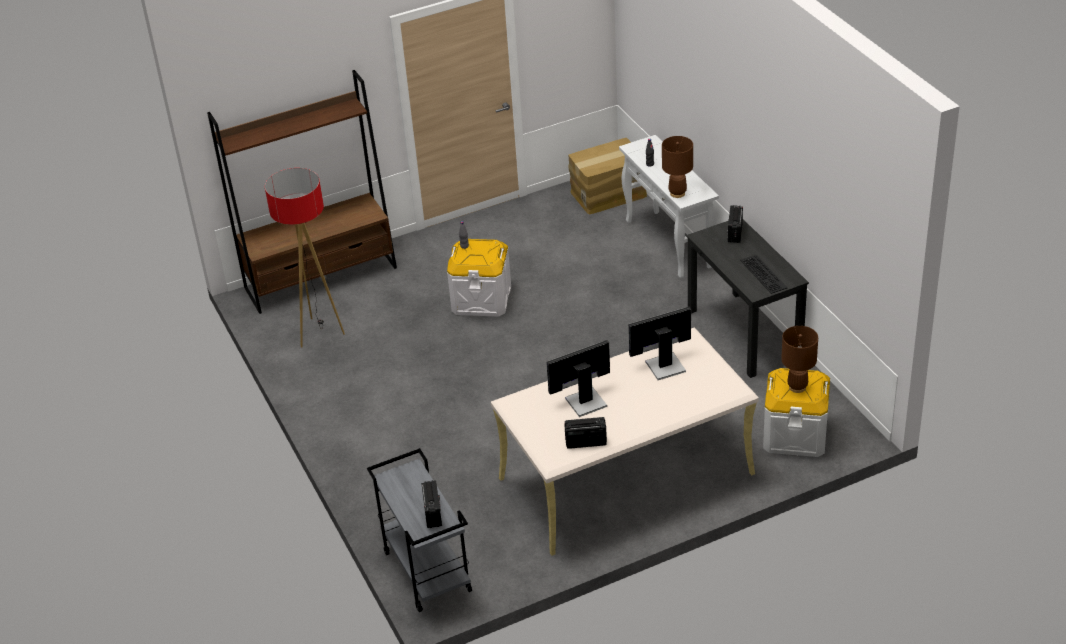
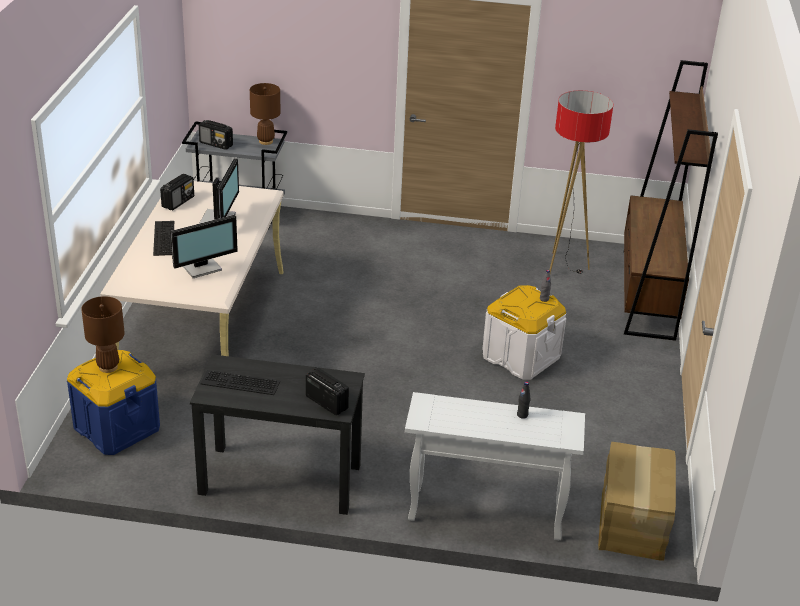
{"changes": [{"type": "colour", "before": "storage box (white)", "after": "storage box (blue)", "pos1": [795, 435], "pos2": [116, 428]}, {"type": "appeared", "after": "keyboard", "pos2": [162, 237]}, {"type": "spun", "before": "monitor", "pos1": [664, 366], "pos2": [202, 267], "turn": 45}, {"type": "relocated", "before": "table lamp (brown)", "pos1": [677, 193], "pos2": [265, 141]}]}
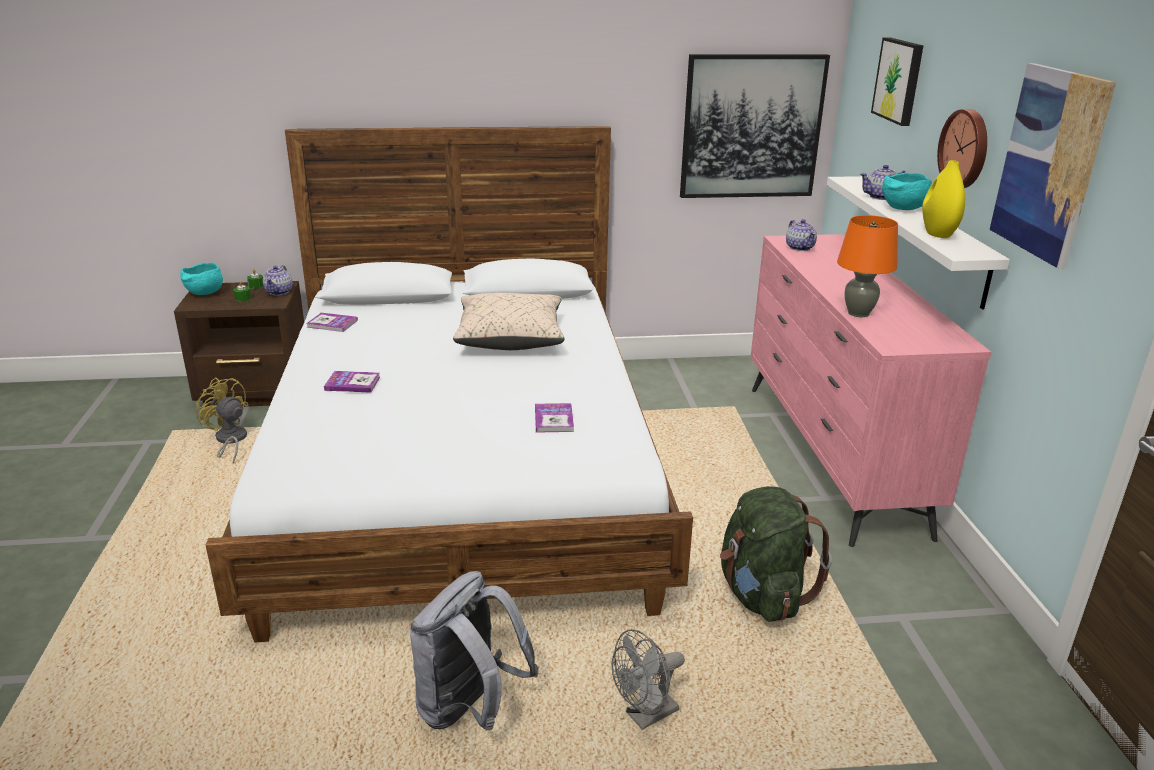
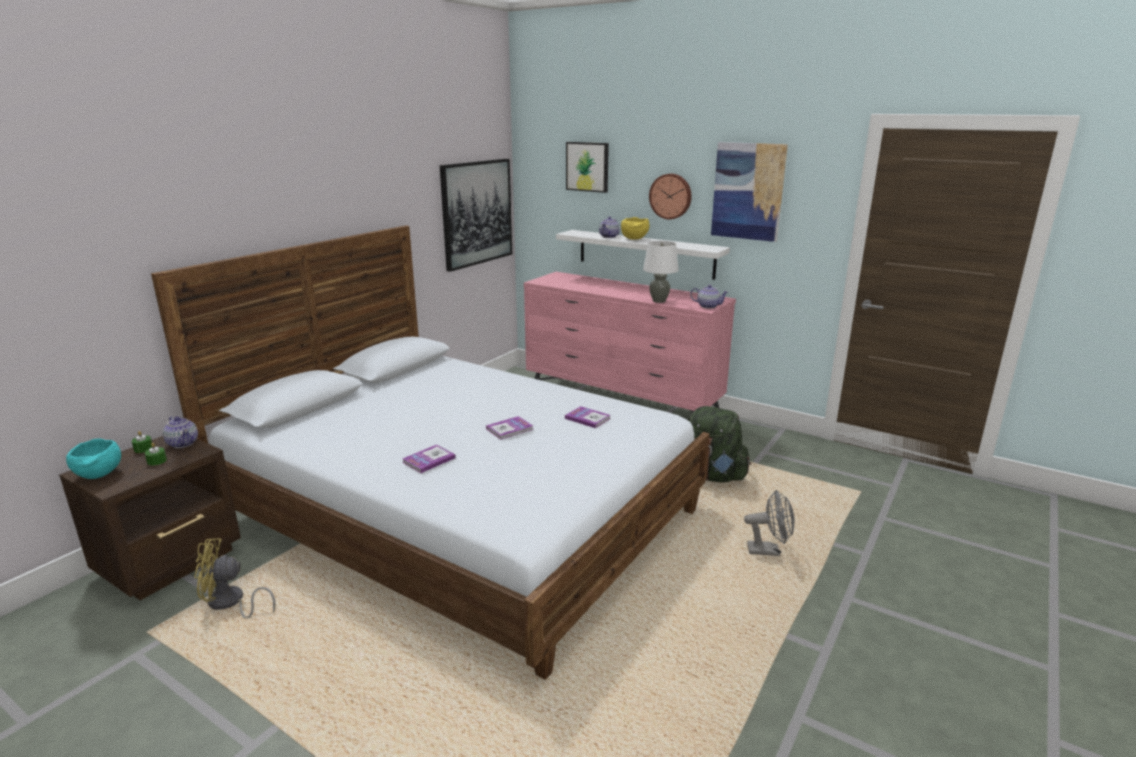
{"changes": [{"type": "relocated", "before": "book", "pos1": [332, 324], "pos2": [509, 429]}, {"type": "colour", "before": "bowl (turquoise)", "after": "bowl (yellow)", "pos1": [902, 209], "pos2": [634, 239]}, {"type": "colour", "before": "table lamp (orange)", "after": "table lamp (white)", "pos1": [858, 313], "pos2": [659, 301]}, {"type": "relocated", "before": "teapot", "pos1": [800, 247], "pos2": [708, 306]}, {"type": "spun", "before": "fan (grey)", "pos1": [645, 716], "pos2": [768, 551], "turn": -90}, {"type": "missing", "before": "backpack (grey)", "pos1": [469, 709]}, {"type": "missing", "before": "pillow (beige)", "pos1": [510, 338]}, {"type": "missing", "before": "vase (yellow)", "pos1": [937, 233]}]}
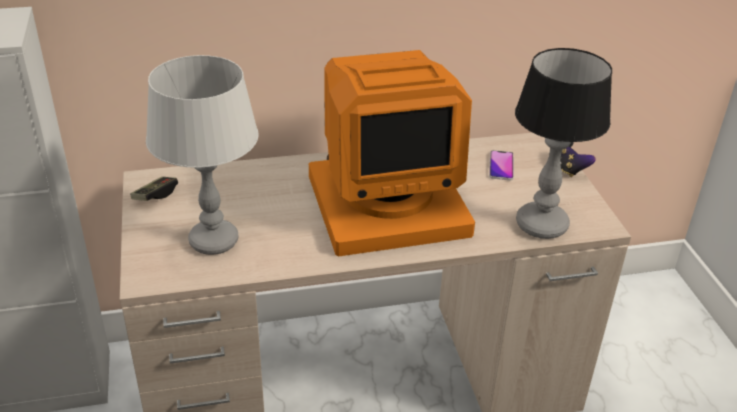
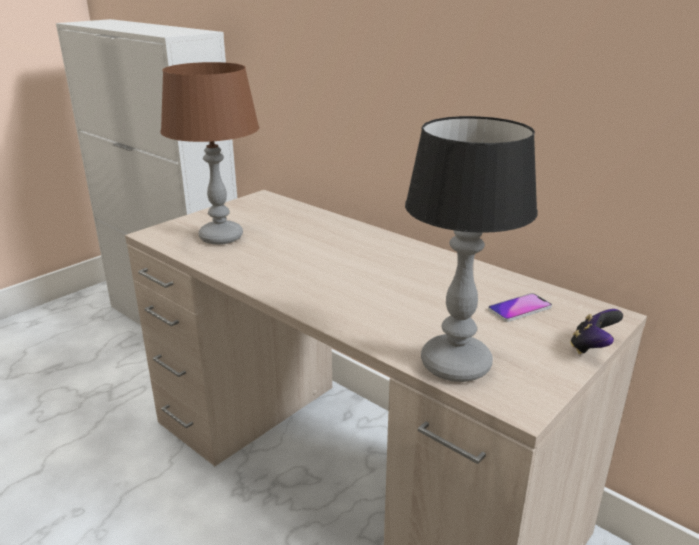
{"changes": [{"type": "colour", "before": "table lamp (grey)", "after": "table lamp (brown)", "pos1": [213, 241], "pos2": [221, 237]}, {"type": "missing", "before": "game controller", "pos1": [155, 195]}, {"type": "missing", "before": "monitor", "pos1": [387, 202]}]}
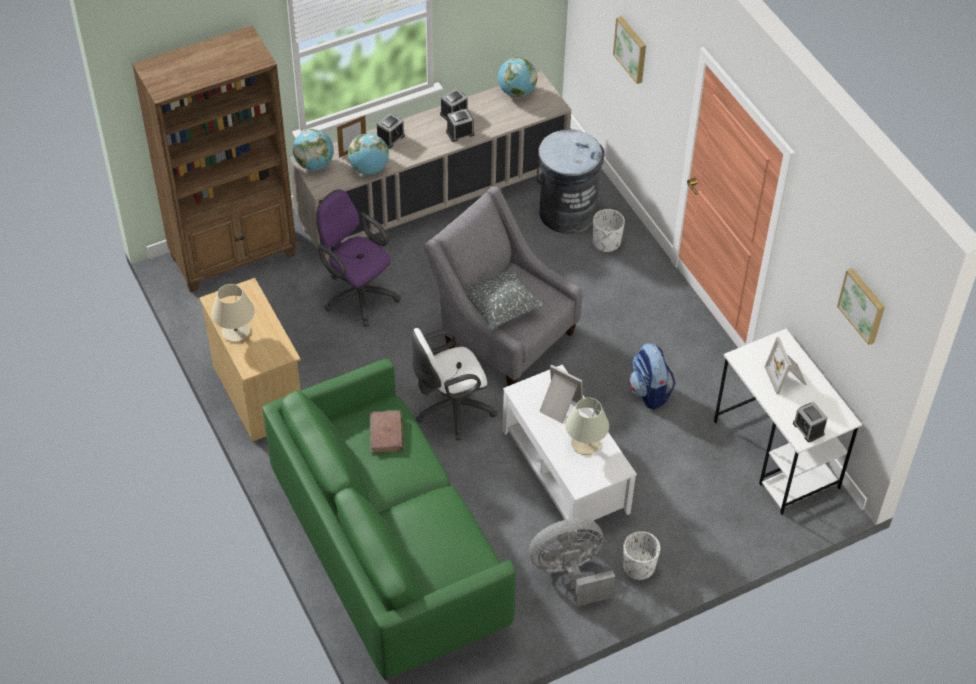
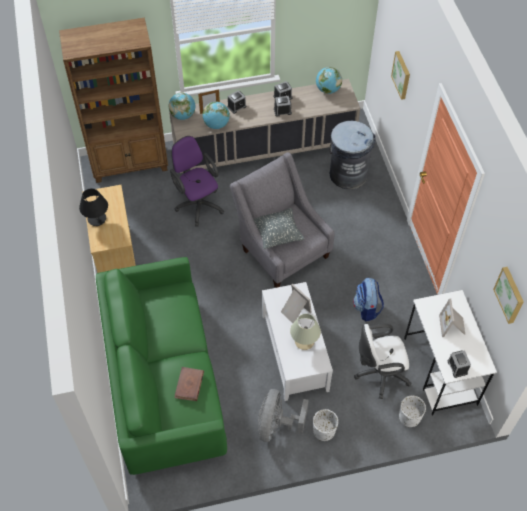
{"changes": [{"type": "colour", "before": "table lamp (beige)", "after": "table lamp (black)", "pos1": [235, 331], "pos2": [97, 219]}, {"type": "relocated", "before": "book (brown)", "pos1": [386, 433], "pos2": [189, 385]}, {"type": "spun", "before": "fan (grey)", "pos1": [570, 573], "pos2": [277, 425], "turn": -75}, {"type": "relocated", "before": "office chair (white)", "pos1": [450, 410], "pos2": [379, 374]}, {"type": "relocated", "before": "planter (white)", "pos1": [606, 242], "pos2": [409, 417]}]}
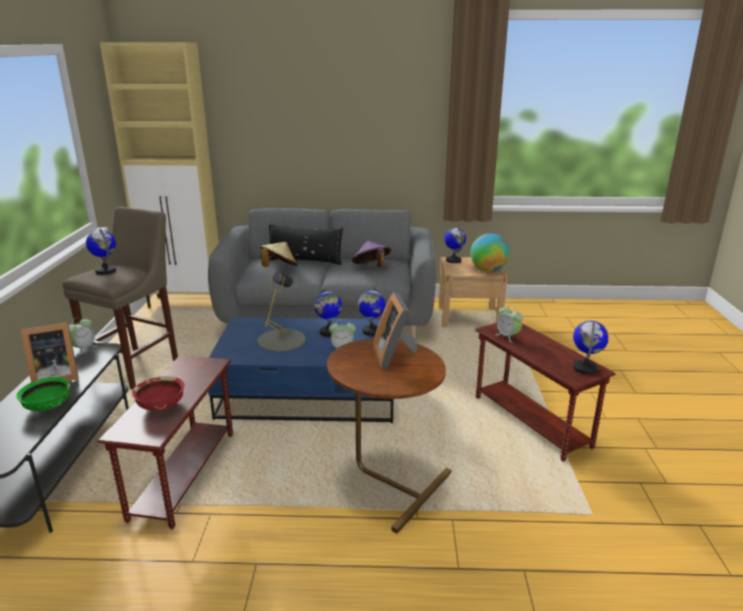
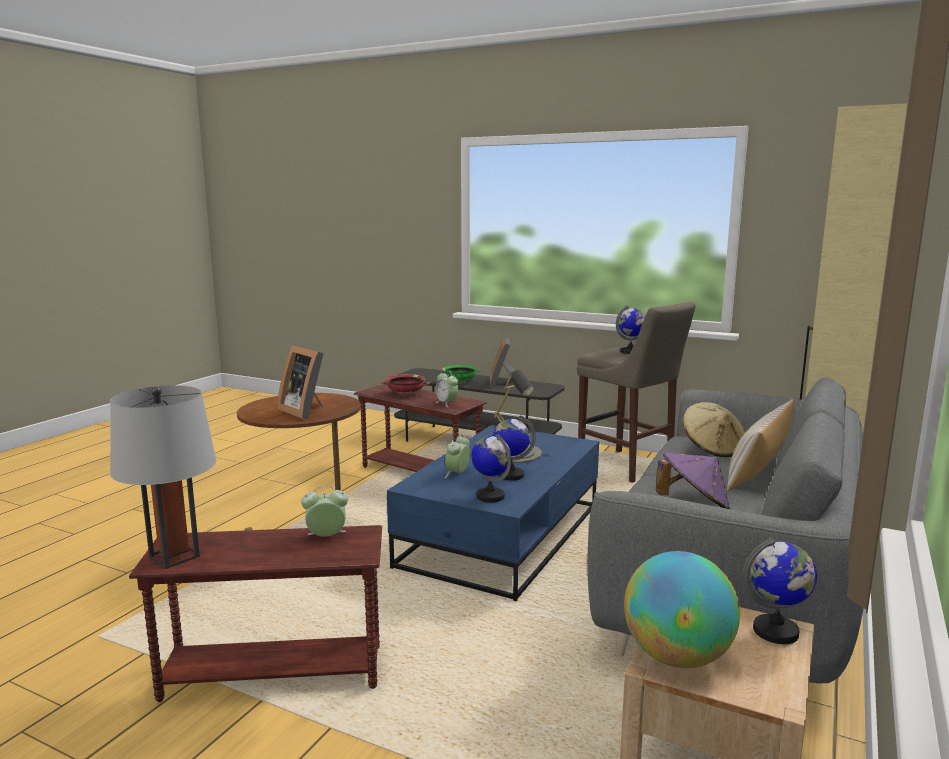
{"changes": [{"type": "exchanged", "before": "globe", "after": "table lamp (grey)", "pos1": [585, 368], "pos2": [174, 556]}, {"type": "spun", "before": "picture frame", "pos1": [395, 356], "pos2": [305, 411], "turn": -150}, {"type": "relocated", "before": "alarm clock", "pos1": [84, 349], "pos2": [446, 403]}, {"type": "colour", "before": "pillow (black)", "after": "pillow (beige)", "pos1": [305, 260], "pos2": [758, 471]}]}
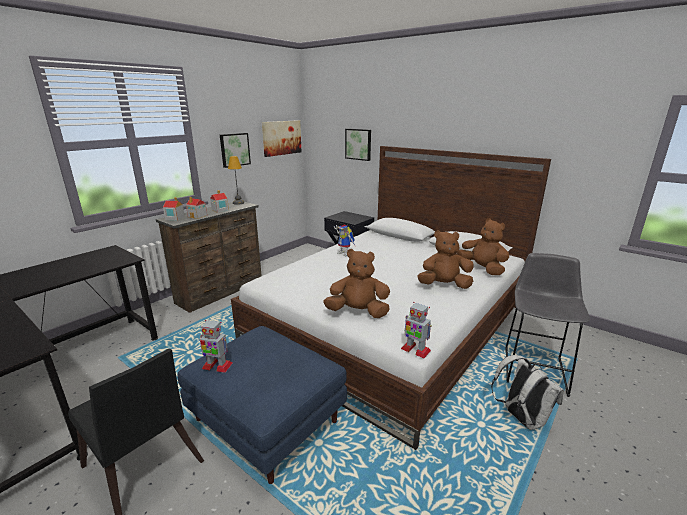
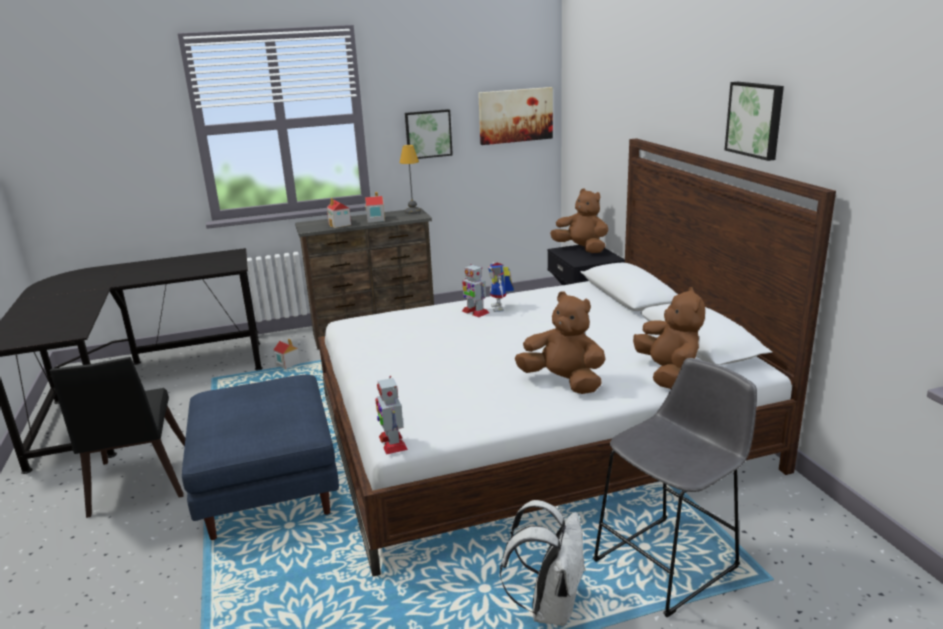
{"changes": [{"type": "relocated", "before": "toy house", "pos1": [174, 218], "pos2": [287, 364]}, {"type": "relocated", "before": "toy robot", "pos1": [217, 366], "pos2": [475, 312]}, {"type": "relocated", "before": "plush toy (brown)", "pos1": [358, 312], "pos2": [581, 249]}, {"type": "relocated", "before": "picture", "pos1": [358, 144], "pos2": [756, 119]}]}
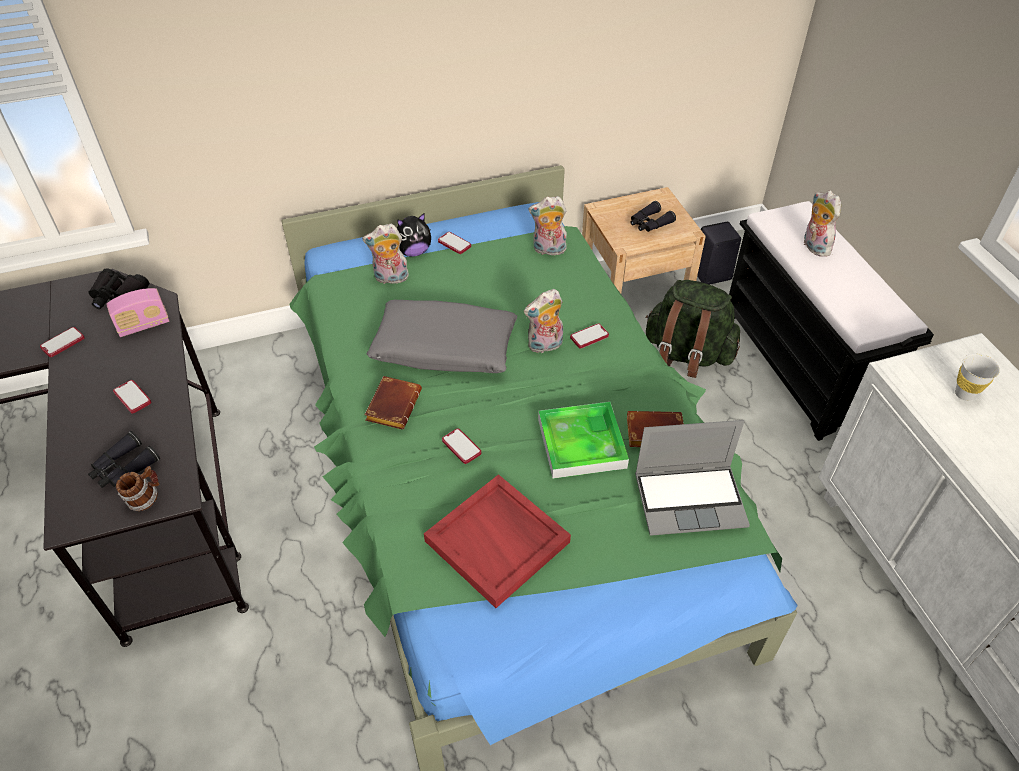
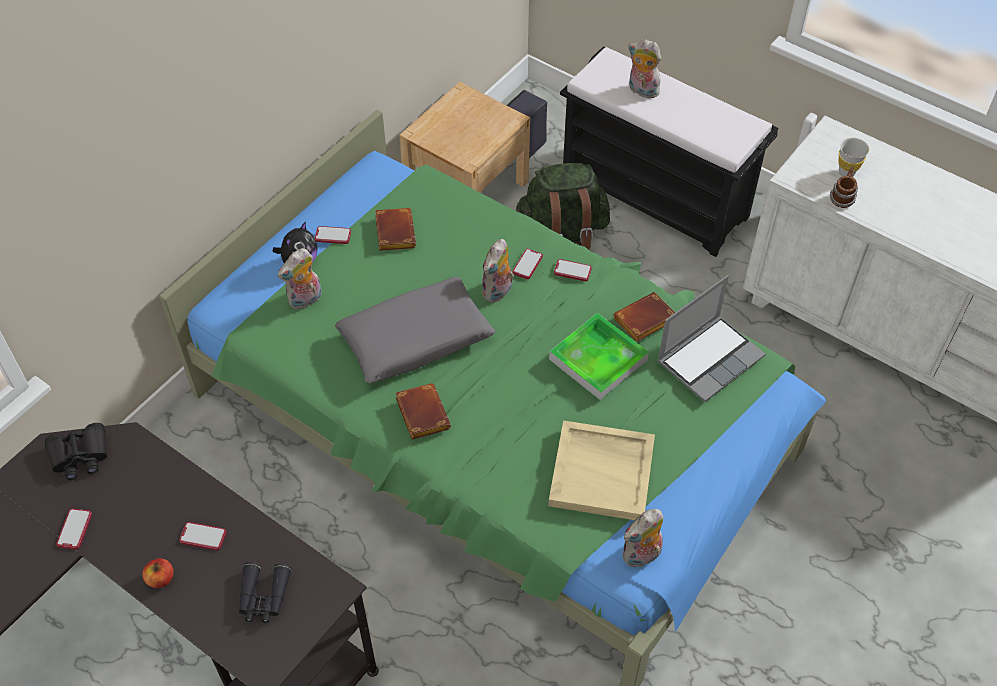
{"changes": [{"type": "appeared", "after": "apple", "pos2": [161, 579]}, {"type": "appeared", "after": "book (brown)", "pos2": [393, 232]}, {"type": "colour", "before": "tray (red)", "after": "tray (beige)", "pos1": [498, 541], "pos2": [603, 472]}, {"type": "relocated", "before": "phone", "pos1": [461, 447], "pos2": [572, 271]}, {"type": "relocated", "before": "plush toy", "pos1": [548, 250], "pos2": [641, 556]}, {"type": "relocated", "before": "mug", "pos1": [145, 499], "pos2": [841, 199]}, {"type": "missing", "before": "radio", "pos1": [143, 325]}, {"type": "missing", "before": "binoculars (black)", "pos1": [649, 223]}]}
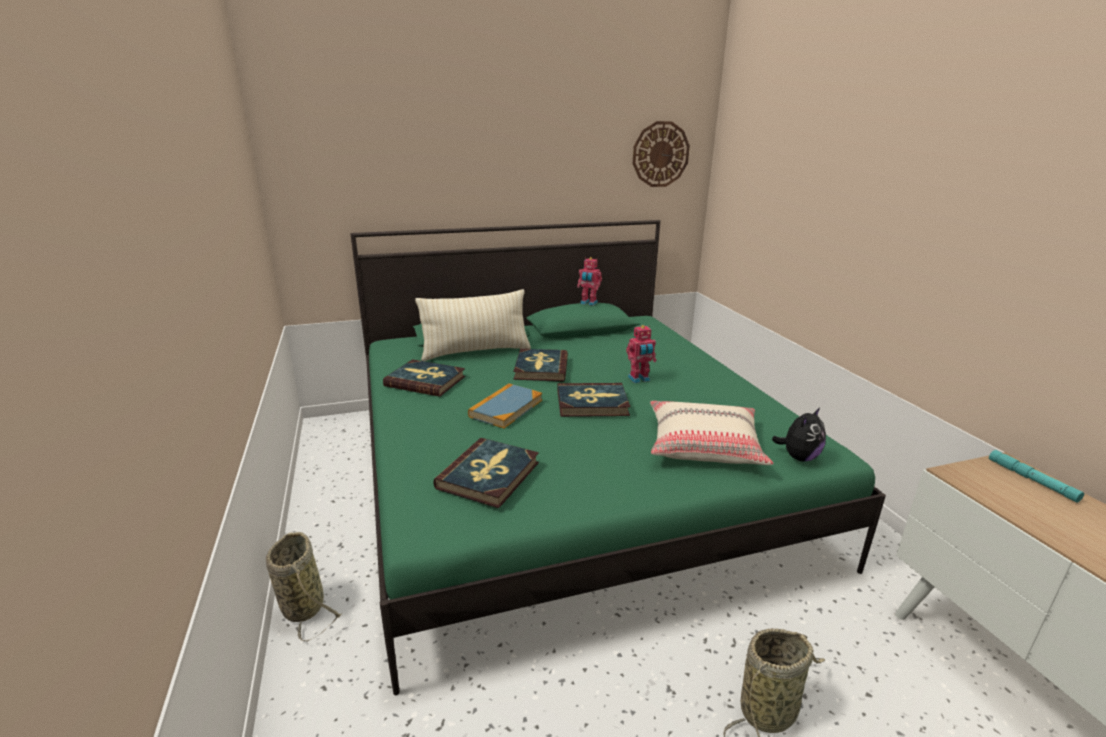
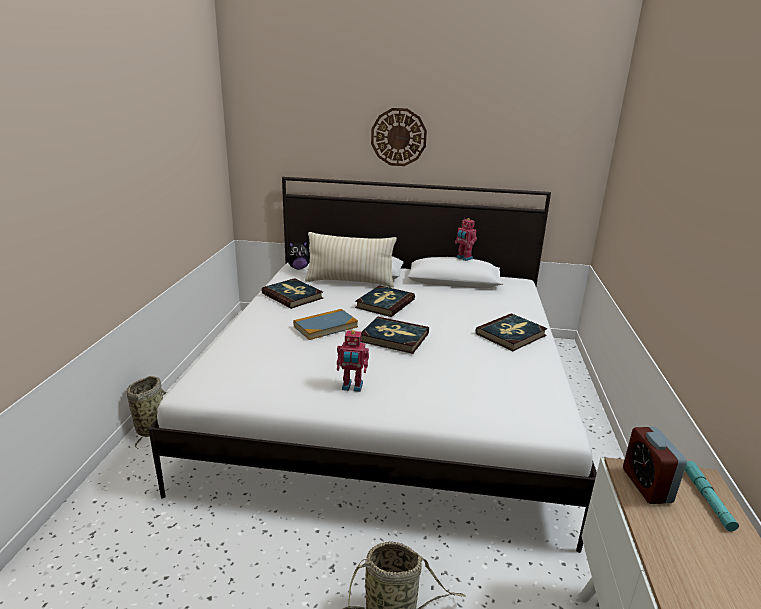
{"changes": [{"type": "colour", "before": "bed (green)", "after": "bed (white)", "pos1": [568, 475], "pos2": [390, 397]}, {"type": "relocated", "before": "plush toy", "pos1": [798, 457], "pos2": [298, 268]}, {"type": "relocated", "before": "toy robot", "pos1": [639, 379], "pos2": [352, 387]}, {"type": "relocated", "before": "wall clock", "pos1": [660, 154], "pos2": [398, 137]}, {"type": "relocated", "before": "book", "pos1": [489, 475], "pos2": [511, 335]}, {"type": "appeared", "after": "alarm clock", "pos2": [646, 485]}, {"type": "missing", "before": "pillow (beige)", "pos1": [704, 445]}]}
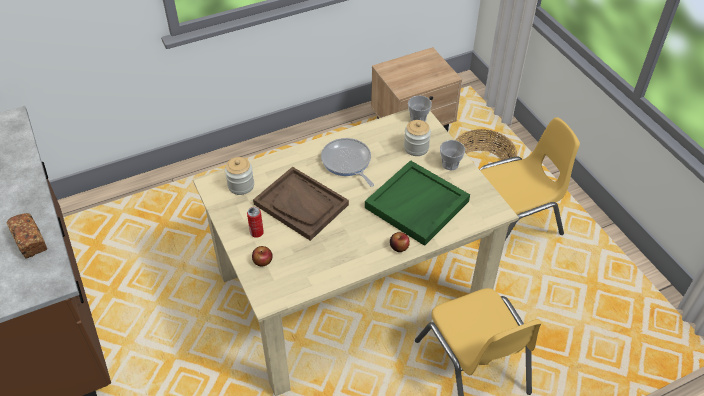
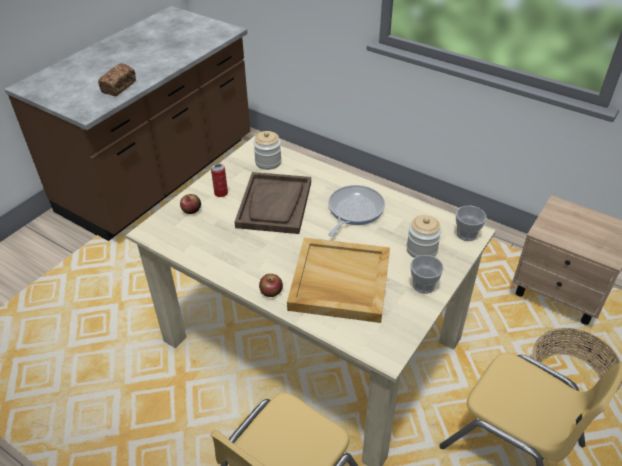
{"changes": [{"type": "colour", "before": "tray (green)", "after": "tray (beige)", "pos1": [417, 205], "pos2": [339, 282]}]}
